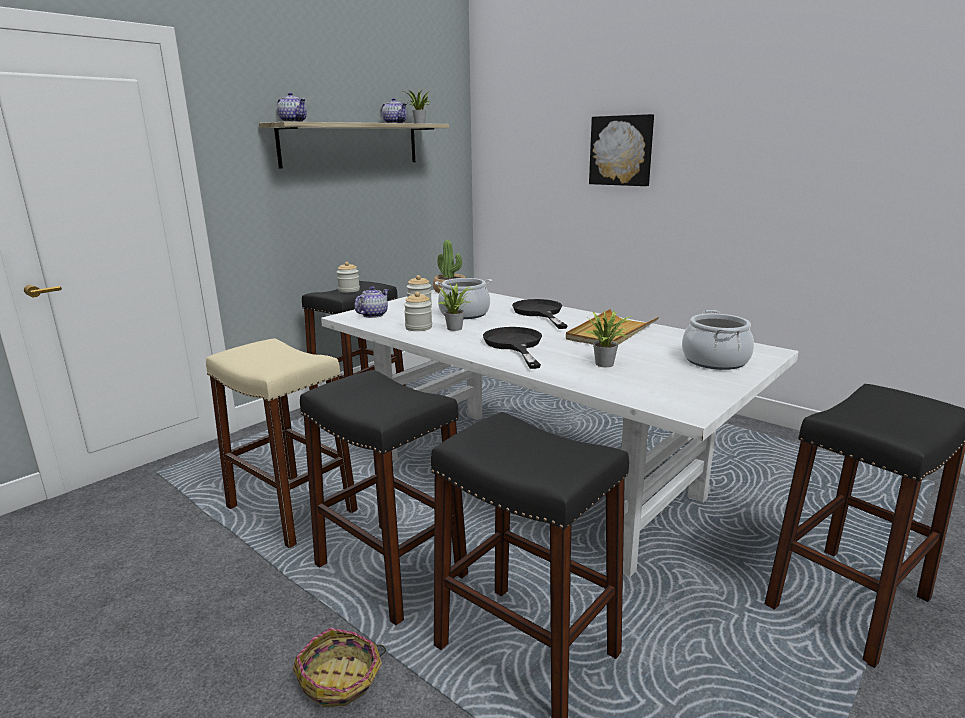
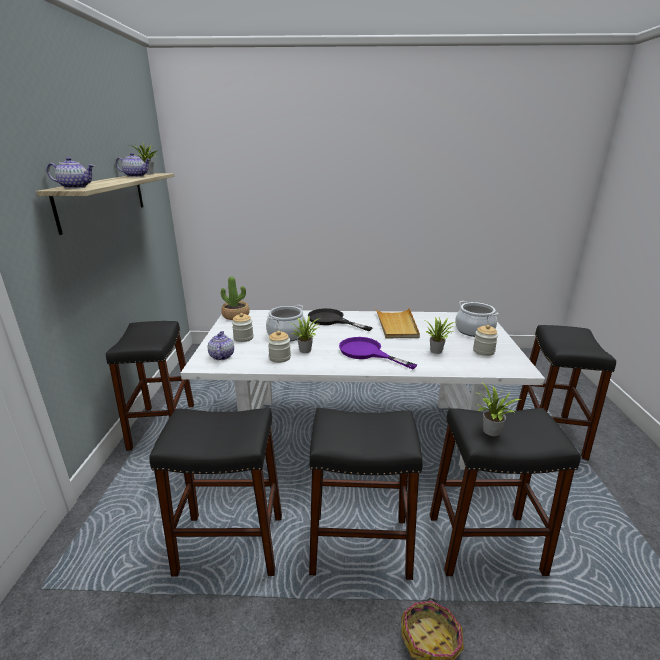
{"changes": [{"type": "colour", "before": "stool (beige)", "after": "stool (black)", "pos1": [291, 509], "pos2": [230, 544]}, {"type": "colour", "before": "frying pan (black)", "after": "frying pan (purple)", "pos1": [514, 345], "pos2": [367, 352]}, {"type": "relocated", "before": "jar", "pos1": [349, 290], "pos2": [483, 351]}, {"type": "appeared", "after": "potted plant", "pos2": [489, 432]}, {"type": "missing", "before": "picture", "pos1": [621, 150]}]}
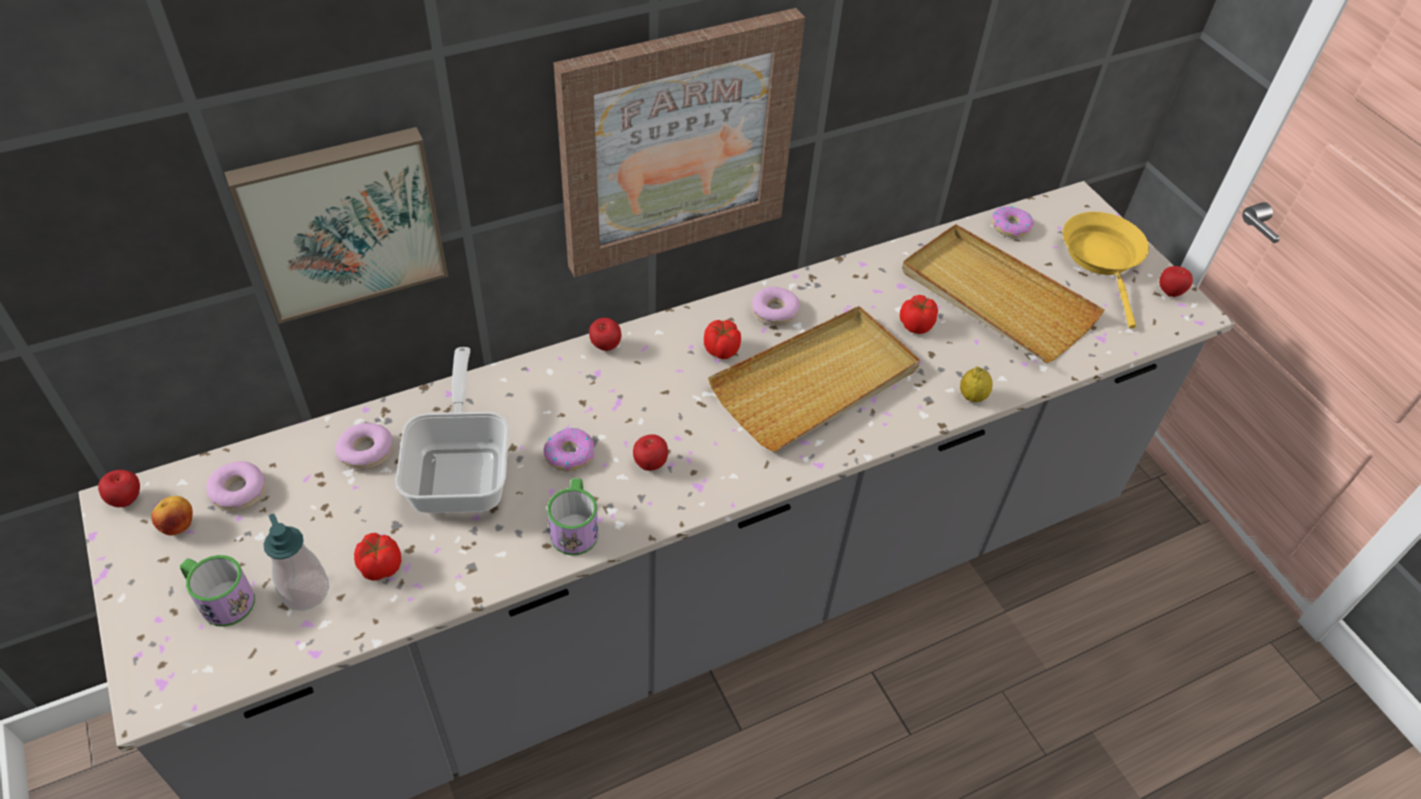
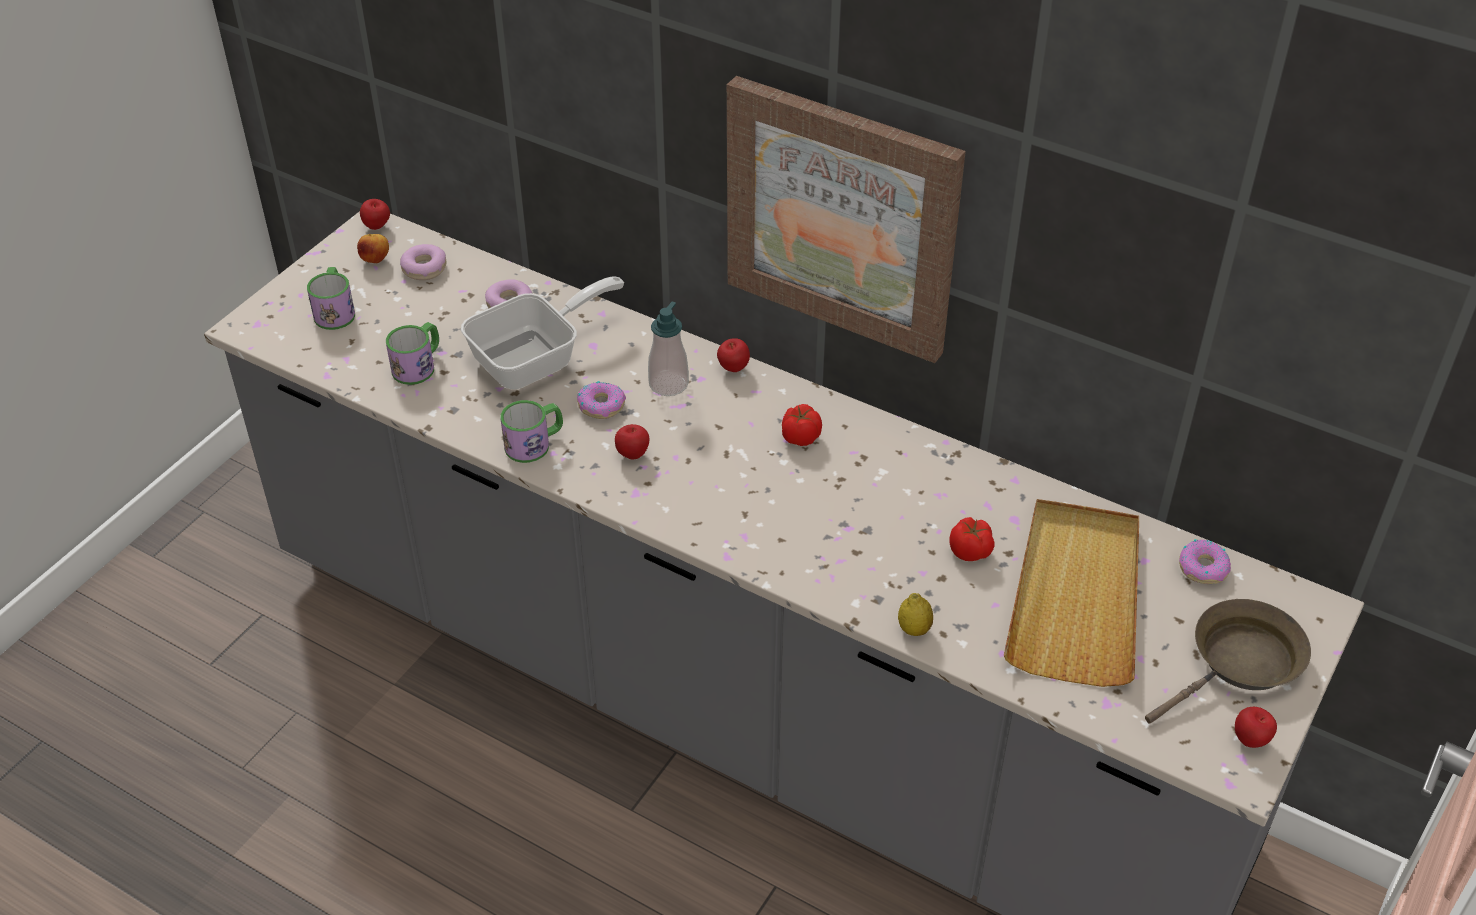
{"changes": [{"type": "exchanged", "before": "tomato", "after": "mug", "pos1": [380, 565], "pos2": [418, 365]}, {"type": "relocated", "before": "soap dispenser", "pos1": [305, 591], "pos2": [668, 384]}, {"type": "colour", "before": "frying pan (yellow)", "after": "frying pan (brown)", "pos1": [1103, 259], "pos2": [1240, 663]}, {"type": "missing", "before": "picture", "pos1": [342, 221]}, {"type": "missing", "before": "tray (beige)", "pos1": [816, 382]}, {"type": "missing", "before": "donut", "pos1": [774, 312]}]}
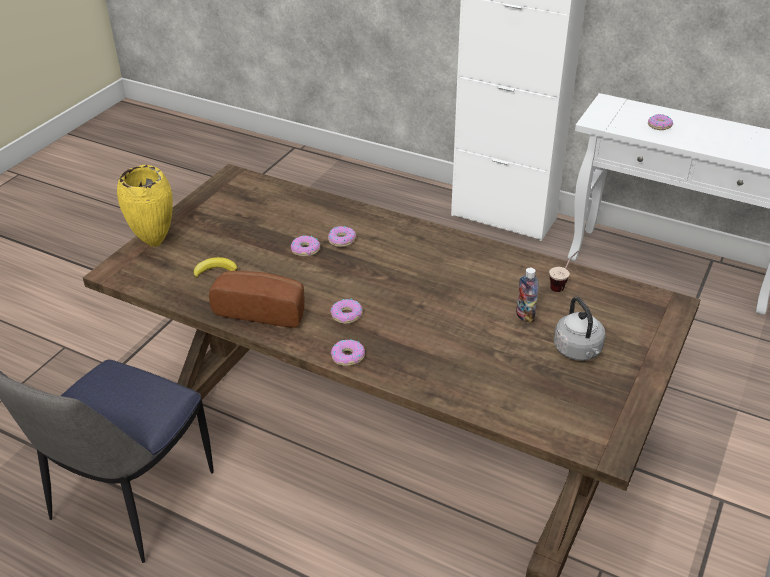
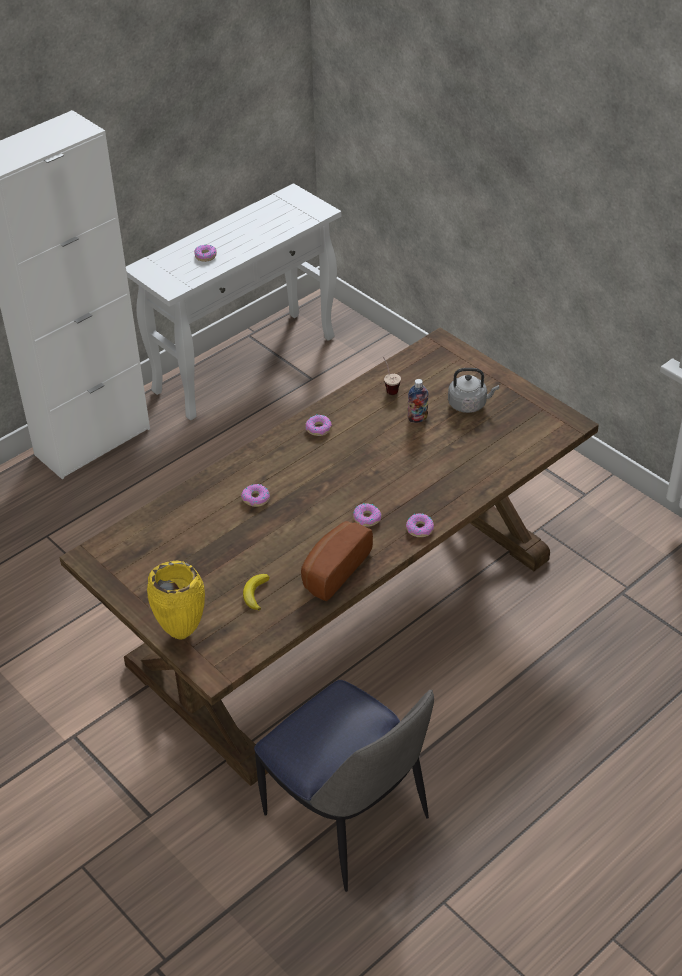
{"changes": [{"type": "relocated", "before": "donut", "pos1": [305, 250], "pos2": [319, 428]}]}
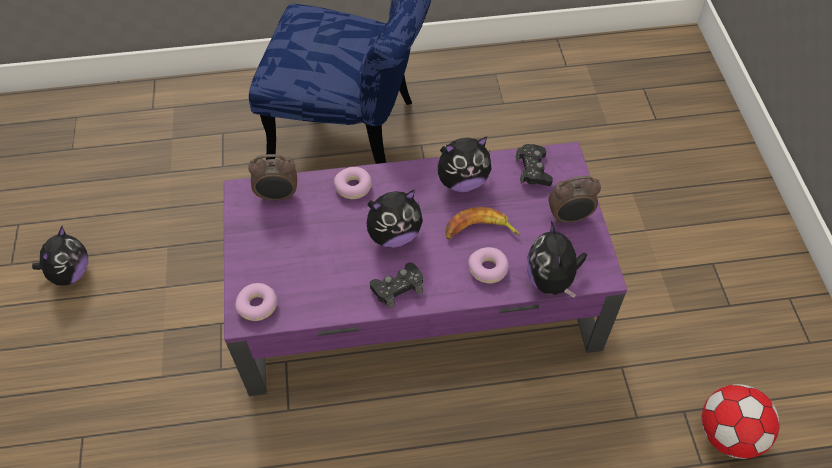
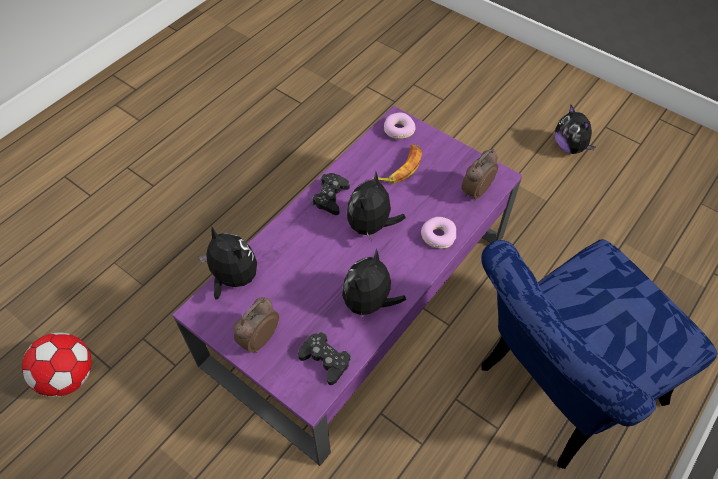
{"changes": [{"type": "relocated", "before": "banana", "pos1": [479, 231], "pos2": [400, 168]}, {"type": "missing", "before": "donut", "pos1": [488, 269]}]}
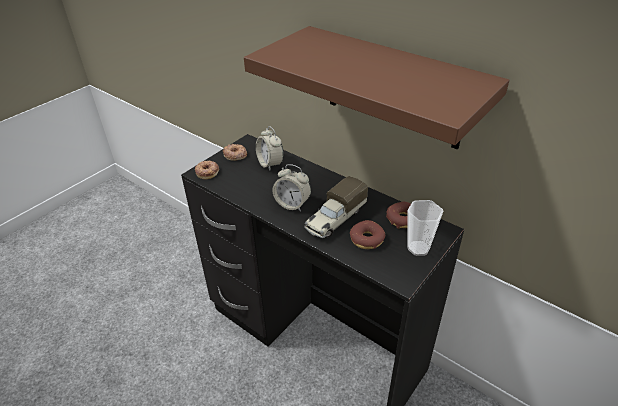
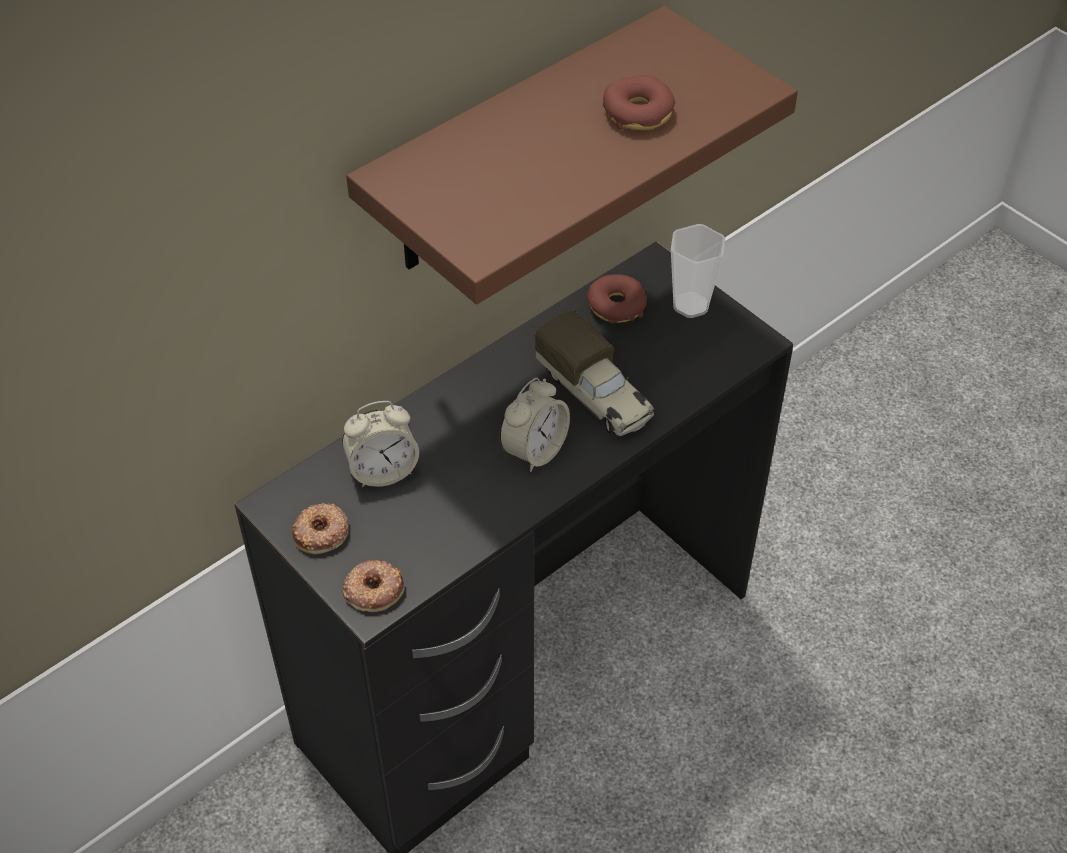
{"changes": [{"type": "relocated", "before": "donut", "pos1": [367, 239], "pos2": [638, 113]}]}
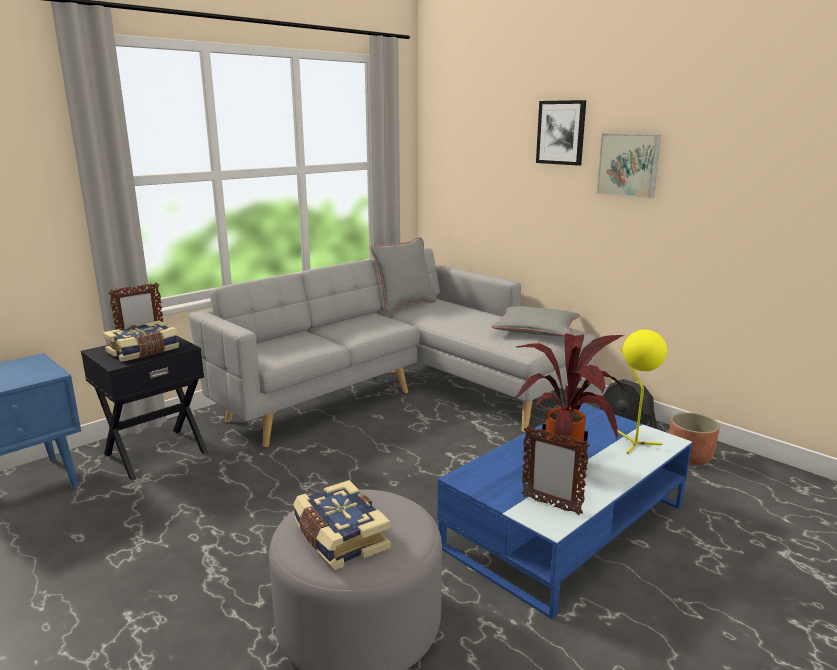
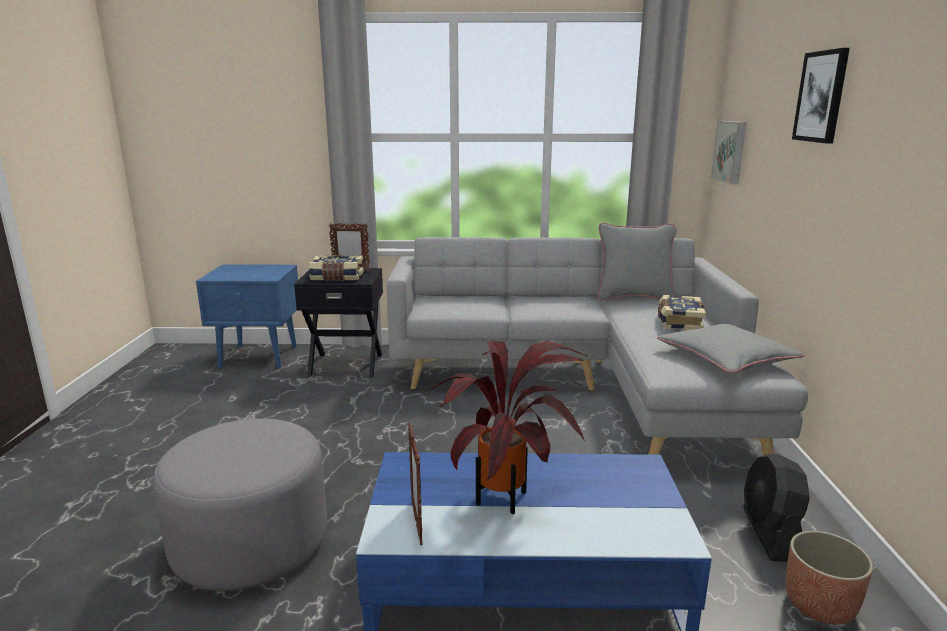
{"changes": [{"type": "relocated", "before": "book", "pos1": [339, 538], "pos2": [678, 322]}, {"type": "relocated", "before": "picture", "pos1": [629, 165], "pos2": [731, 151]}, {"type": "missing", "before": "table lamp (yellow)", "pos1": [632, 441]}]}
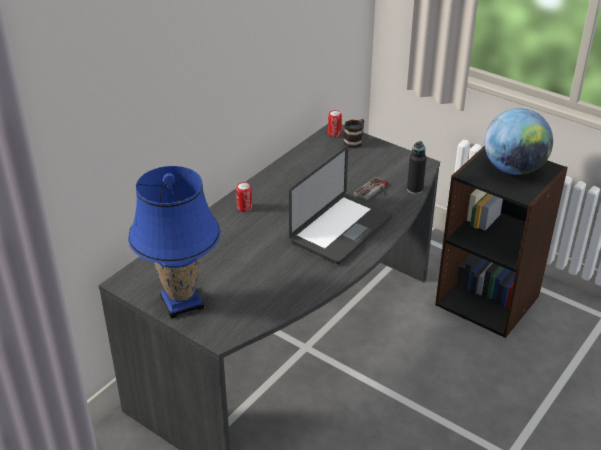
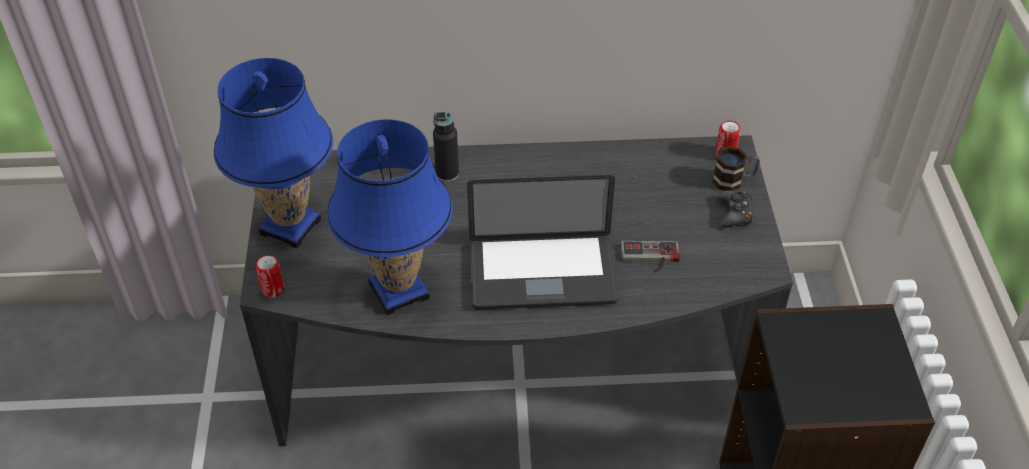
{"changes": [{"type": "relocated", "before": "can", "pos1": [244, 208], "pos2": [273, 289]}, {"type": "appeared", "after": "table lamp (blue)", "pos2": [399, 291]}, {"type": "relocated", "before": "bottle (black)", "pos1": [415, 189], "pos2": [447, 174]}, {"type": "appeared", "after": "game controller (black)", "pos2": [734, 213]}, {"type": "missing", "before": "globe", "pos1": [513, 169]}]}
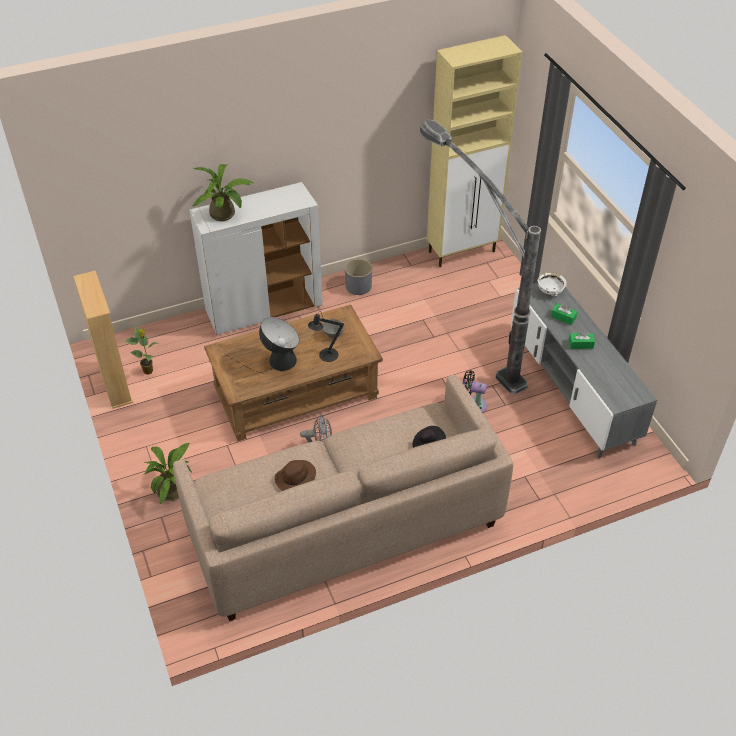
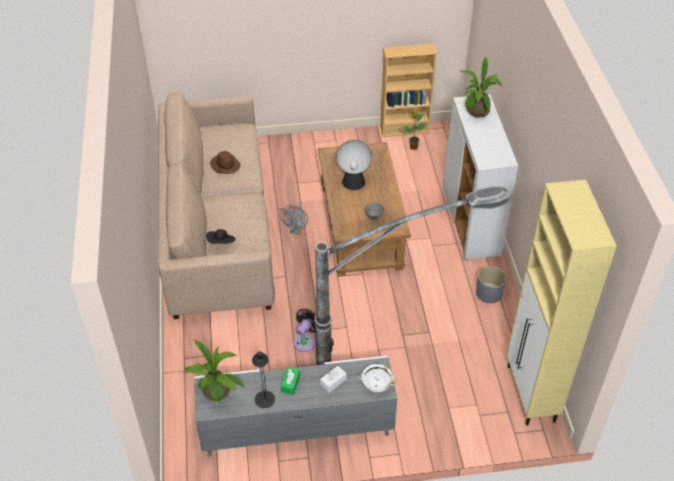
{"changes": [{"type": "relocated", "before": "potted plant", "pos1": [174, 490], "pos2": [217, 393]}, {"type": "relocated", "before": "table lamp (black)", "pos1": [326, 355], "pos2": [264, 396]}, {"type": "colour", "before": "tissue box (green)", "after": "tissue box (white)", "pos1": [563, 317], "pos2": [333, 382]}]}
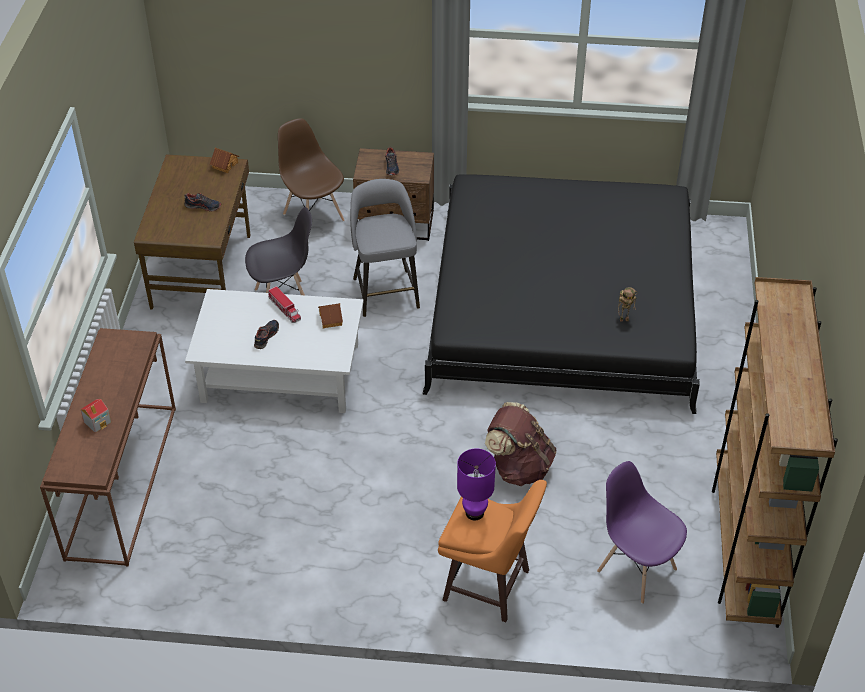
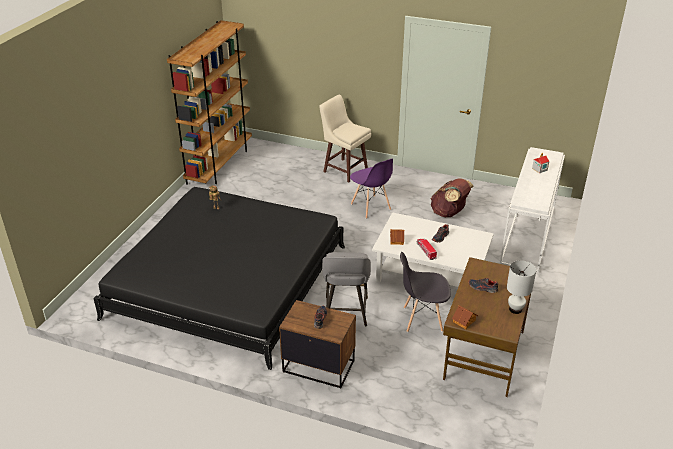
{"changes": [{"type": "colour", "before": "stool (orange)", "after": "stool (beige)", "pos1": [488, 587], "pos2": [344, 170]}, {"type": "relocated", "before": "chair (purple)", "pos1": [636, 569], "pos2": [370, 207]}, {"type": "relocated", "before": "backpack (brown)", "pos1": [519, 467], "pos2": [449, 213]}, {"type": "colour", "before": "console table (brown)", "after": "console table (white)", "pos1": [121, 480], "pos2": [528, 235]}, {"type": "appeared", "after": "table lamp (white)", "pos2": [515, 309]}, {"type": "missing", "before": "chair (brown)", "pos1": [313, 216]}, {"type": "missing", "before": "table lamp (purple)", "pos1": [474, 512]}]}
